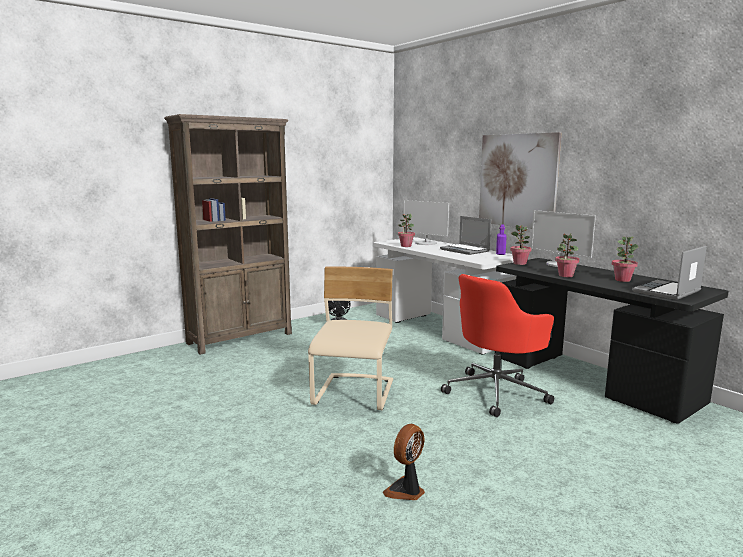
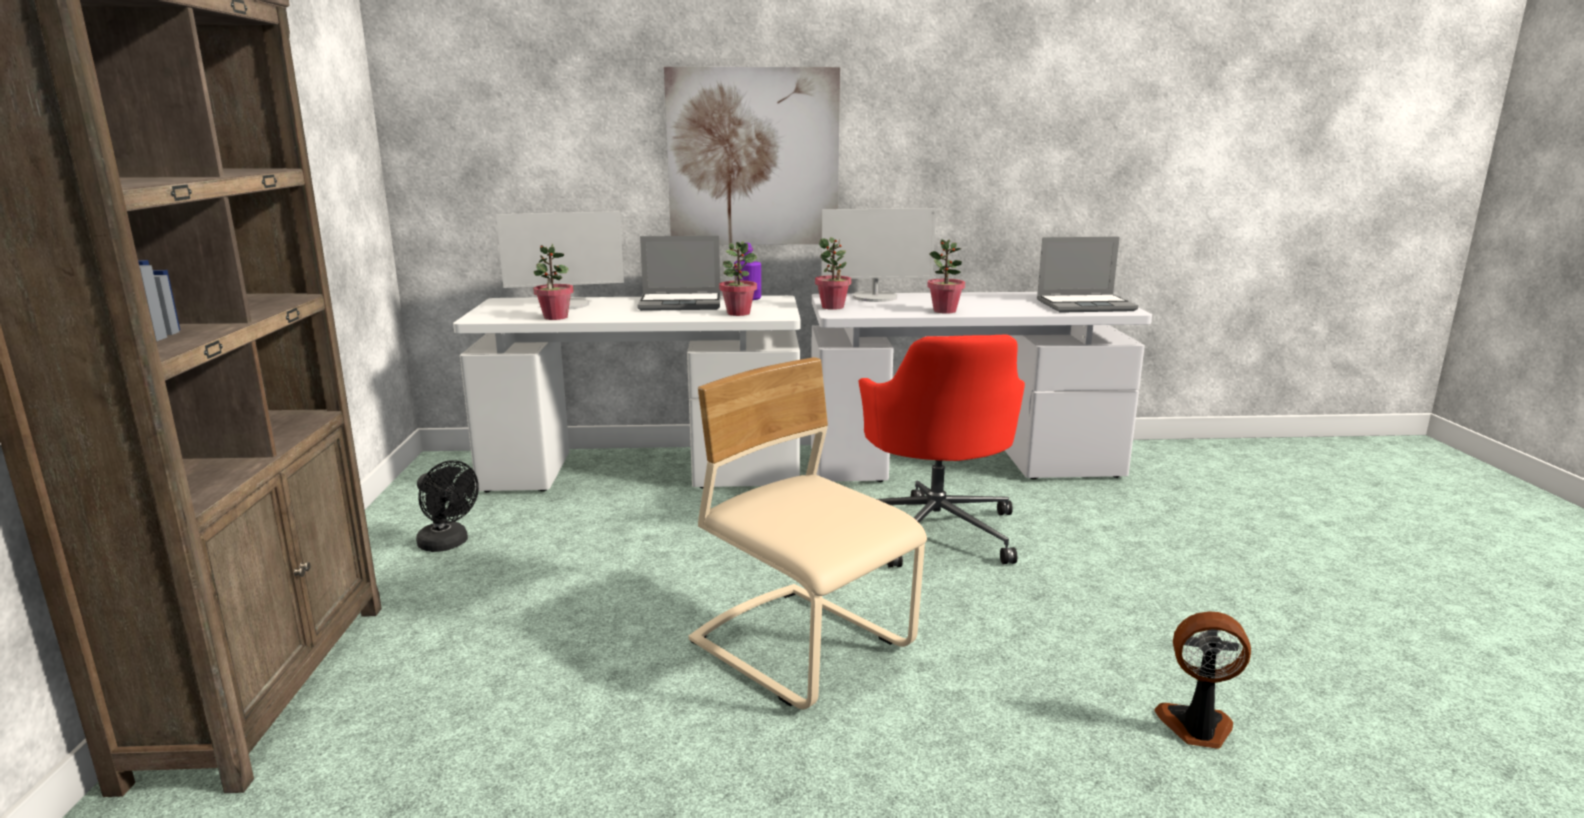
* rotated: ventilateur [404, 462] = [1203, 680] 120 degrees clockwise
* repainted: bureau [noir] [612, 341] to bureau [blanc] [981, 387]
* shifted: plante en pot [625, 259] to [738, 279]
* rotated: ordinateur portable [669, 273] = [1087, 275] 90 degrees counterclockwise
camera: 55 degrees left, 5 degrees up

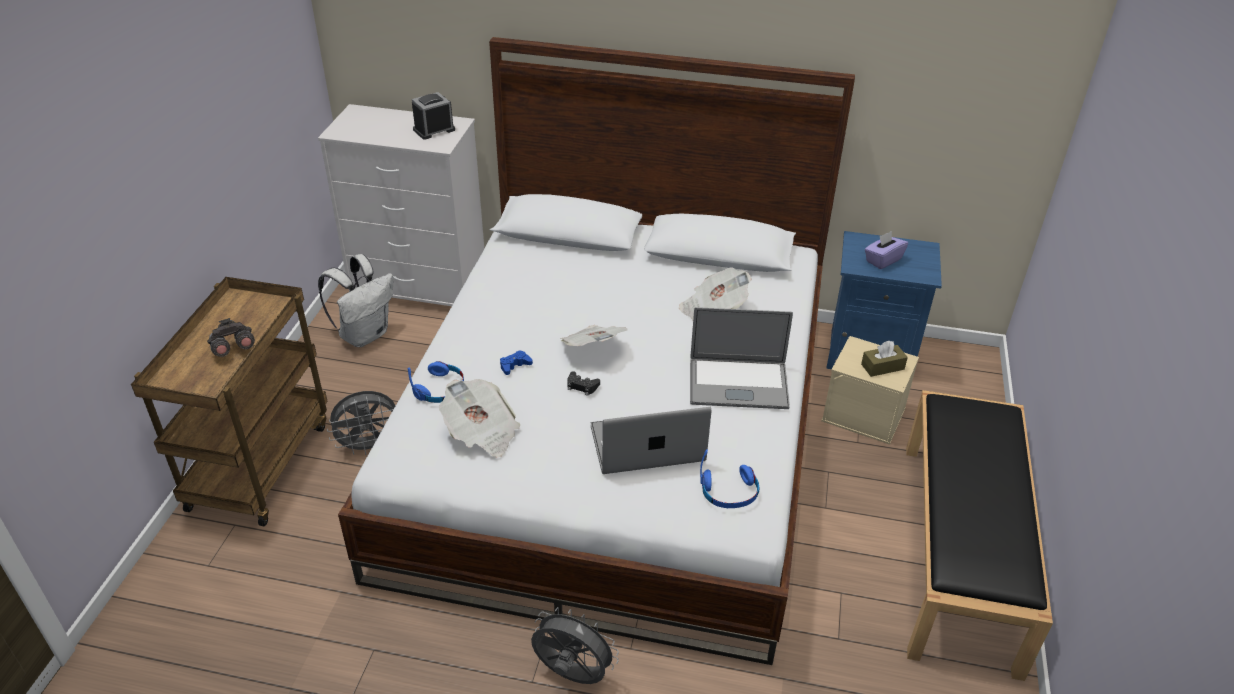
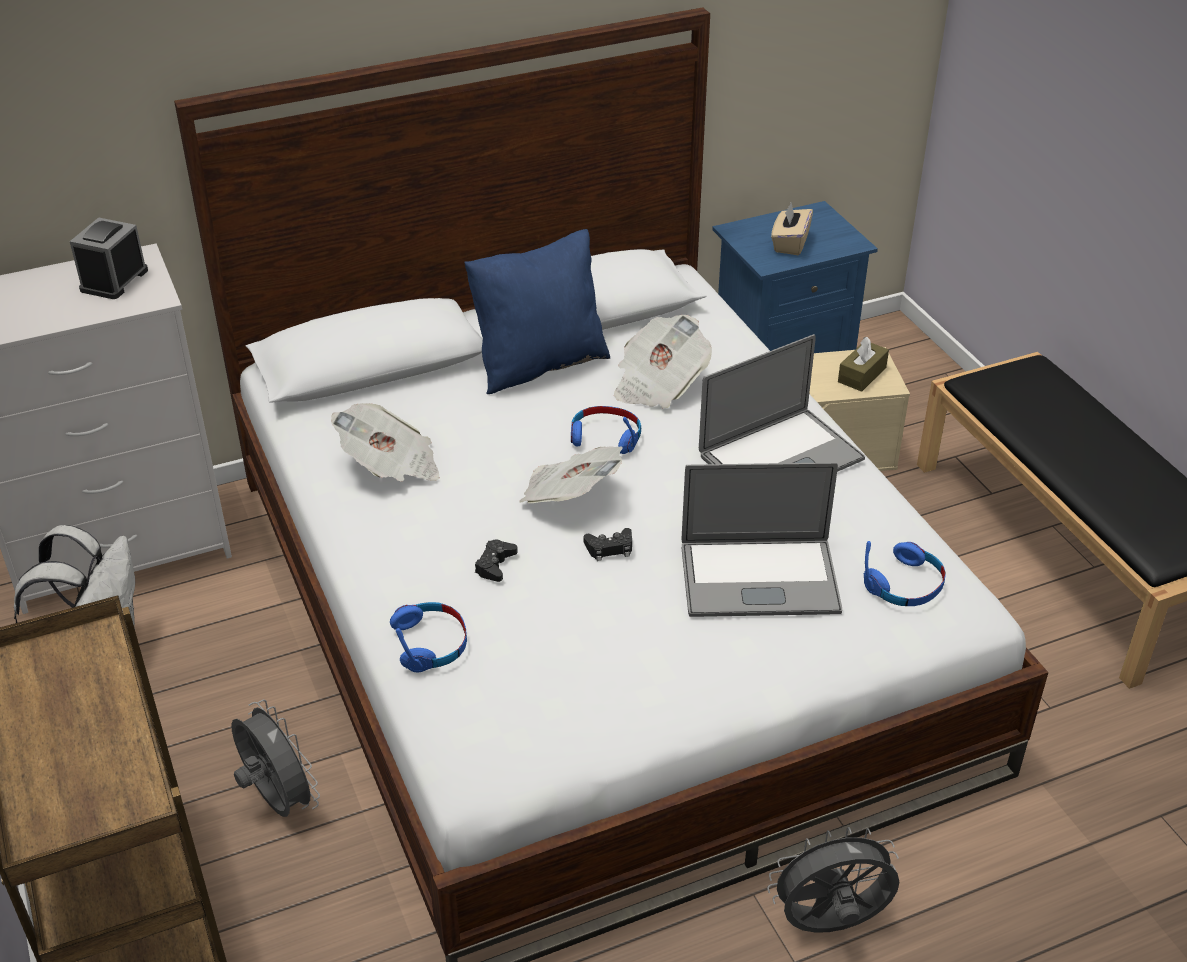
* gone: jumelles [gris] [231, 337]
* rotated: ventilateur [gris] [361, 423] = [275, 758] 75 degrees counterclockwise
* shifted: journal [479, 418] to [385, 442]
* repainted: manette [bleu] [516, 362] to manette [noir] [496, 560]
* rotated: ordinateur portable [651, 440] = [761, 539] 135 degrees counterclockwise
* repainted: boîte à mouchoirs [violet] [886, 250] to boîte à mouchoirs [beige] [792, 228]
* new: coussin [bleu] [537, 311]
* new: casque audio [bleu] [606, 430]
camera: 35 degrees left, 0 degrees up

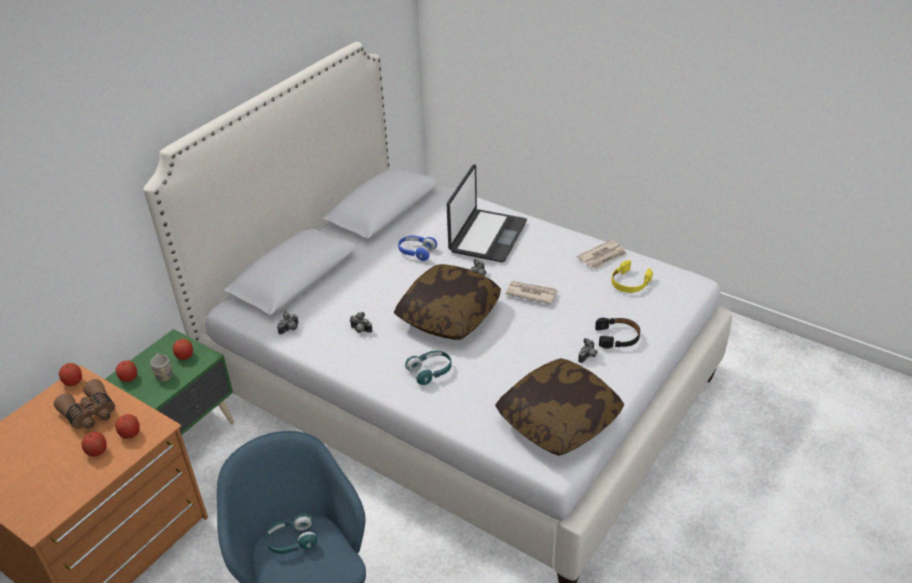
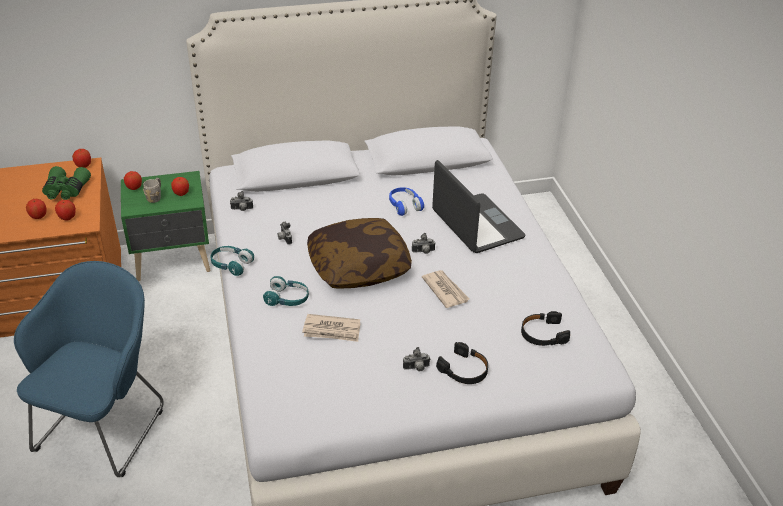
* repainted: jumelles [marron] [84, 404] to jumelles [vert] [66, 183]
* shifted: casque audio [turquoise] [292, 533] to [232, 261]
* rotated: ordinateur portable [486, 213] = [479, 206] 90 degrees counterclockwise
* gone: coussin [560, 407]
* shifted: journal [602, 254] to [331, 328]
* repainted: casque audio [jaune] [632, 276] to casque audio [noir] [545, 328]
camera: 40 degrees right, 0 degrees up

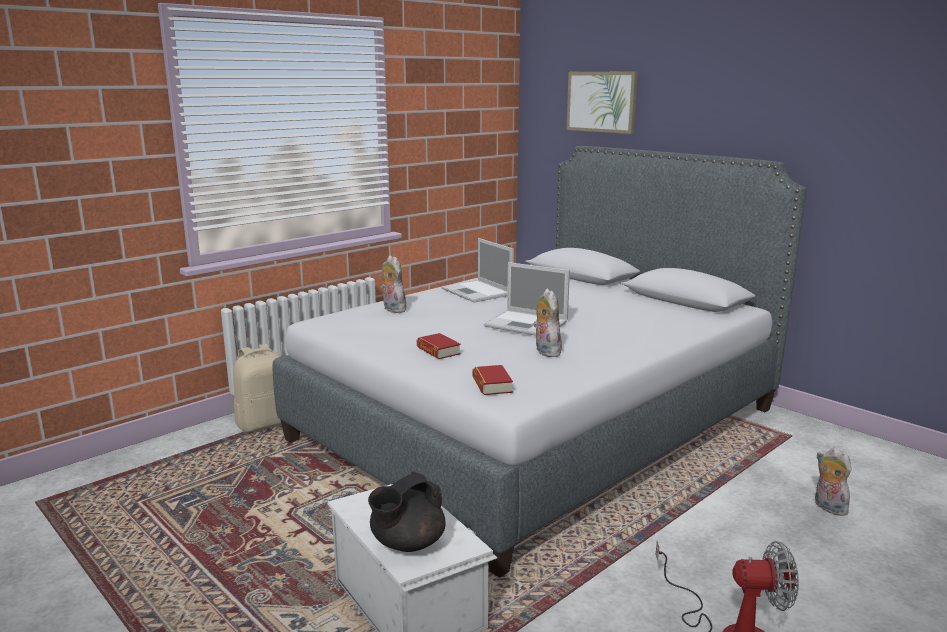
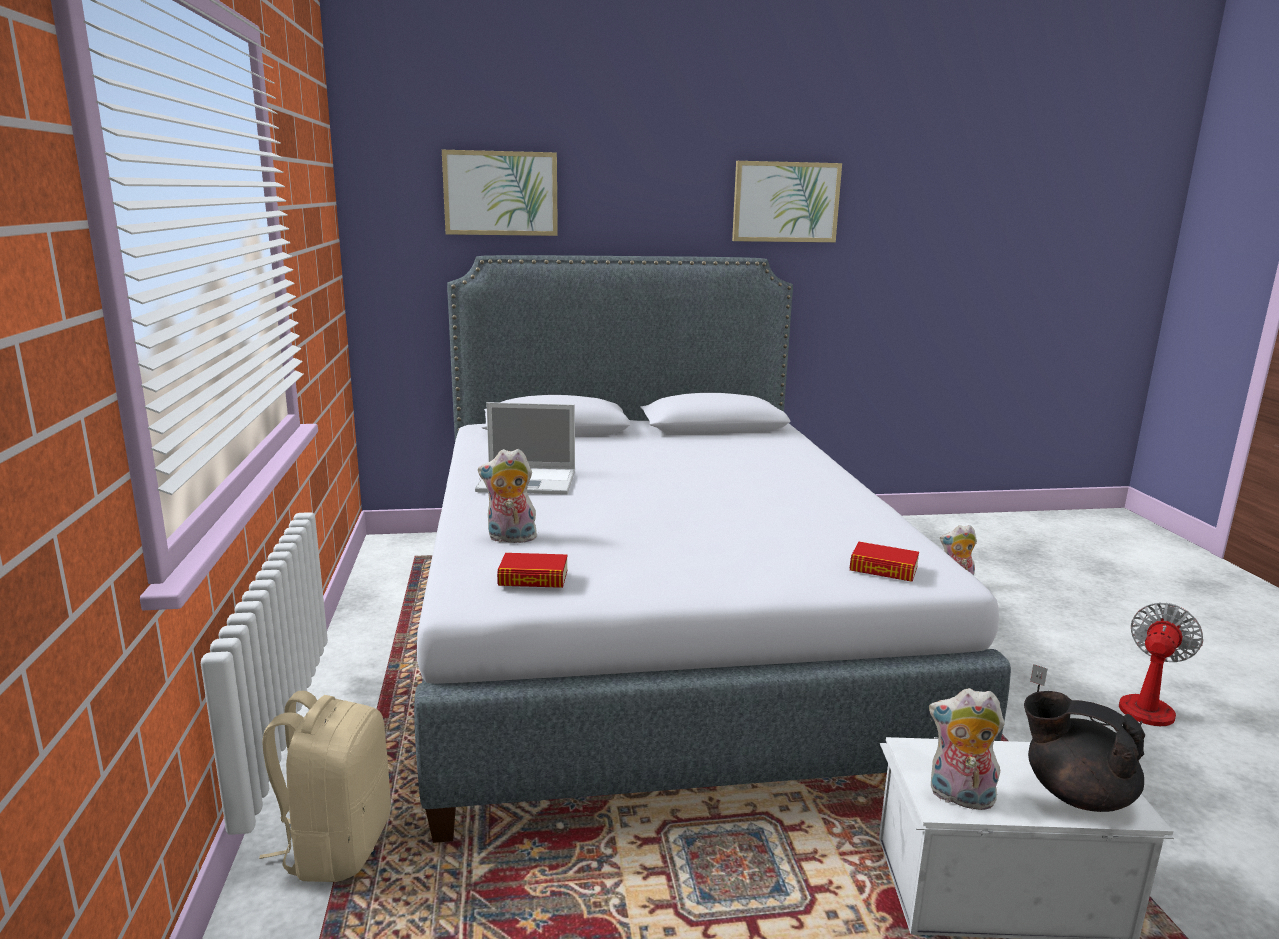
* rotated: théière [noir] [407, 512] = [1084, 751] 135 degrees clockwise
* shifted: livre [439, 346] to [532, 570]
* gone: ordinateur portable [527, 299]
* shifted: peluche [547, 323] to [967, 750]
* new: tableau [787, 201]
camera: 55 degrees left, 0 degrees up

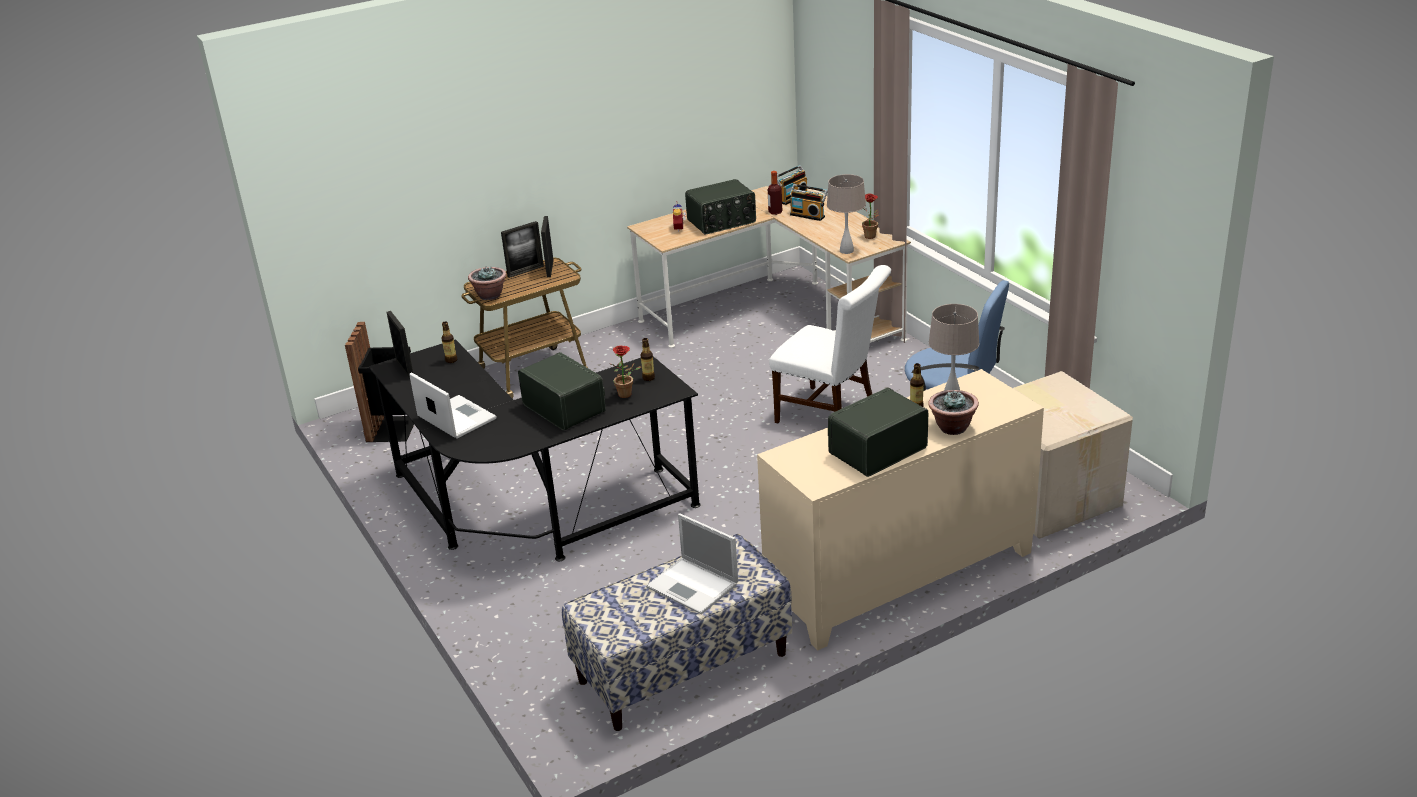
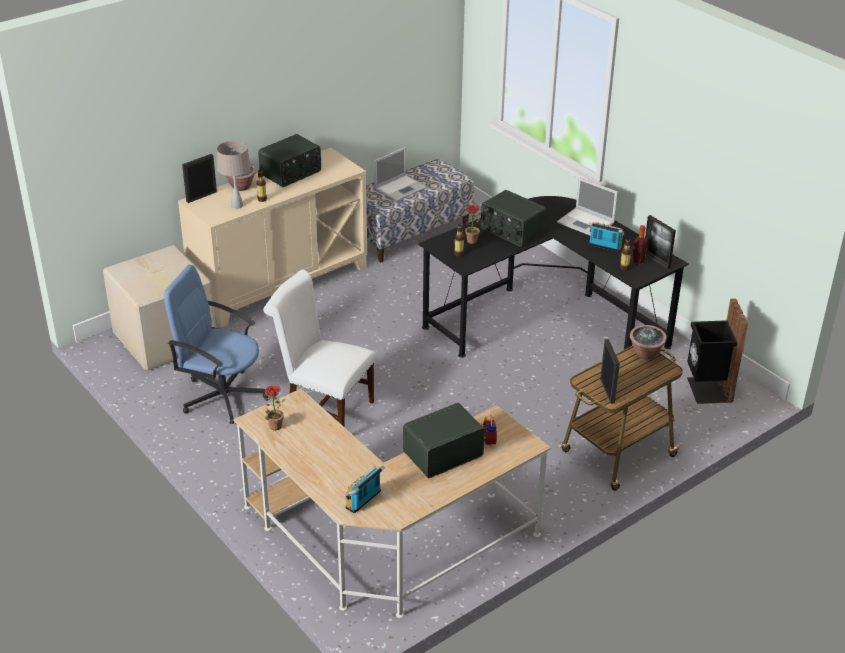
* shifted: cadre photo [522, 249] to [199, 178]
* rotated: ordinateur portable [692, 563] = [400, 174] 105 degrees clockwise
* shifted: bouteille [775, 193] to [639, 245]
* shifted: radio [809, 202] to [606, 237]
* gone: lampe de table [beige] [846, 214]
camera: 170 degrees right, 5 degrees up

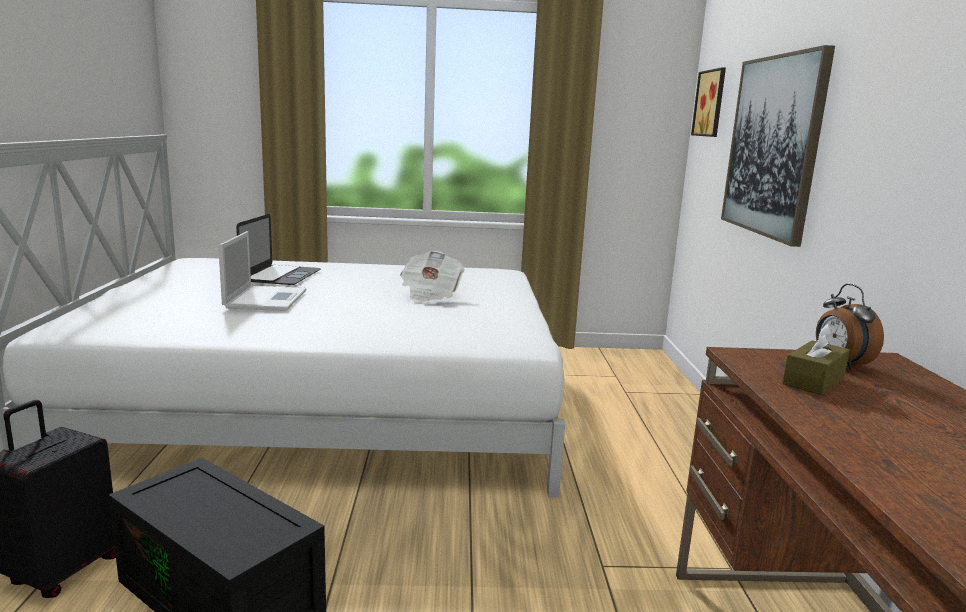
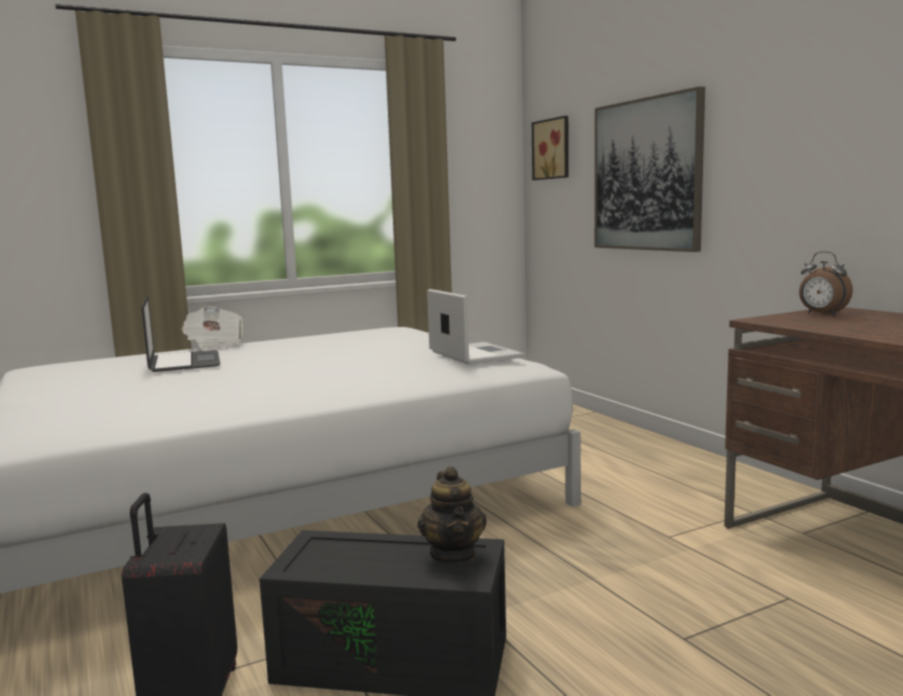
* shifted: ordinateur portable [262, 271] to [476, 327]
* shifted: journal [432, 276] to [212, 329]
* gone: boîte à mouchoirs [marron] [816, 359]
* new: théière [452, 515]
camera: 25 degrees left, 5 degrees down

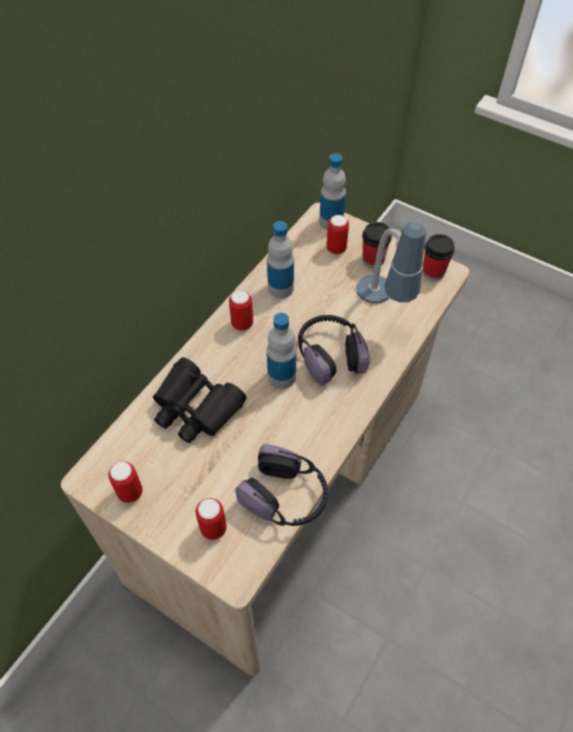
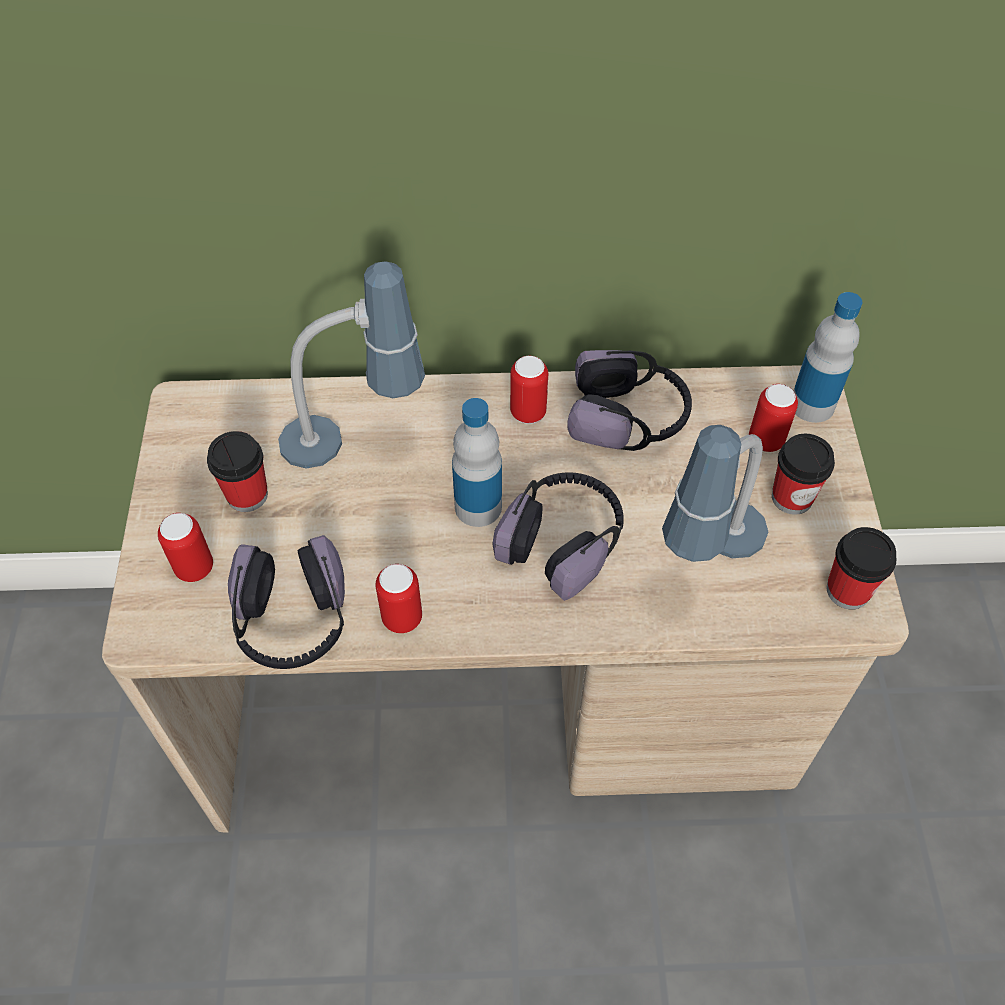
* shifted: boîte métallique [125, 482] to [399, 598]
* swapped: jumelles [noir] [200, 400] to lampe de table [351, 365]
* swapped: bouteille [280, 259] to casque audio [629, 400]
* new: tasse [237, 471]
camera: 55 degrees right, 0 degrees up

